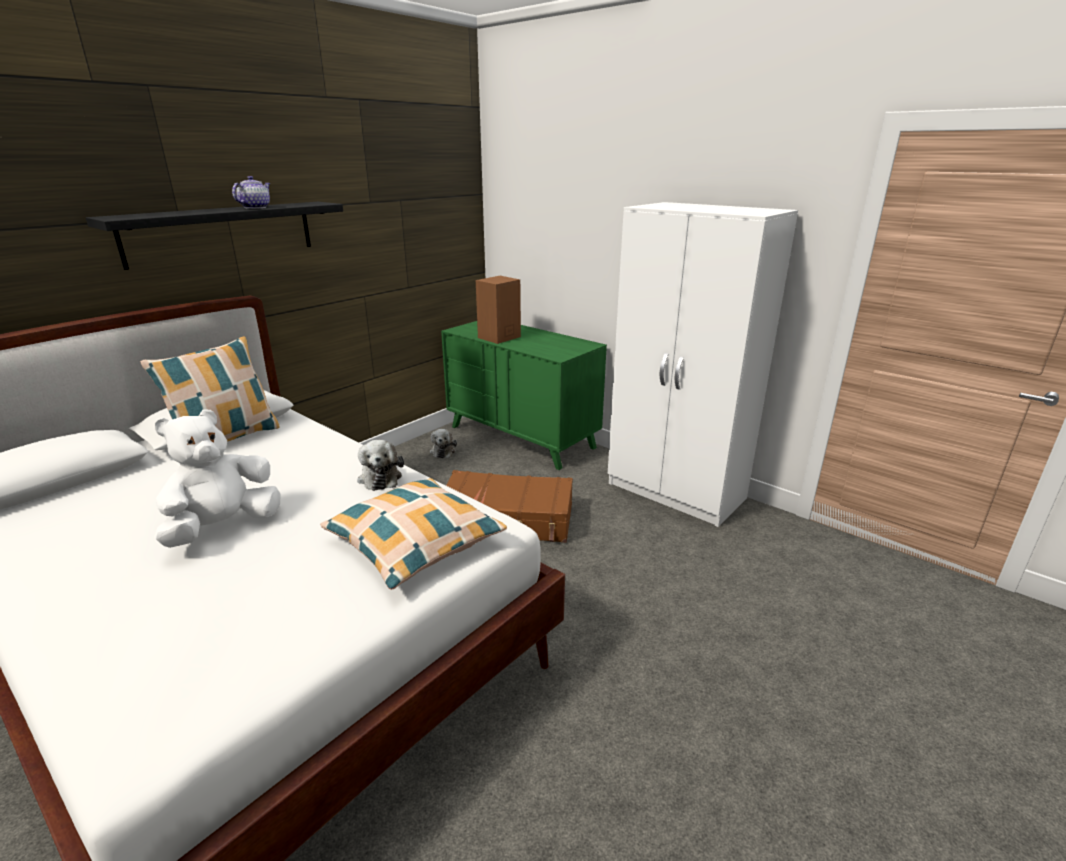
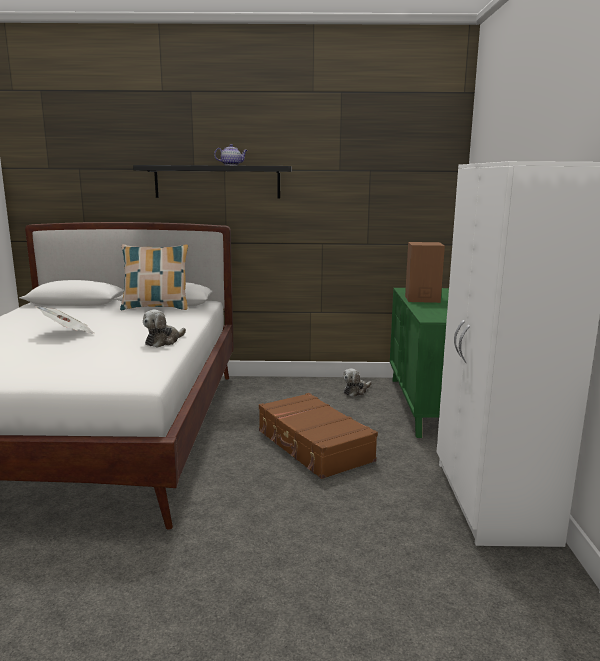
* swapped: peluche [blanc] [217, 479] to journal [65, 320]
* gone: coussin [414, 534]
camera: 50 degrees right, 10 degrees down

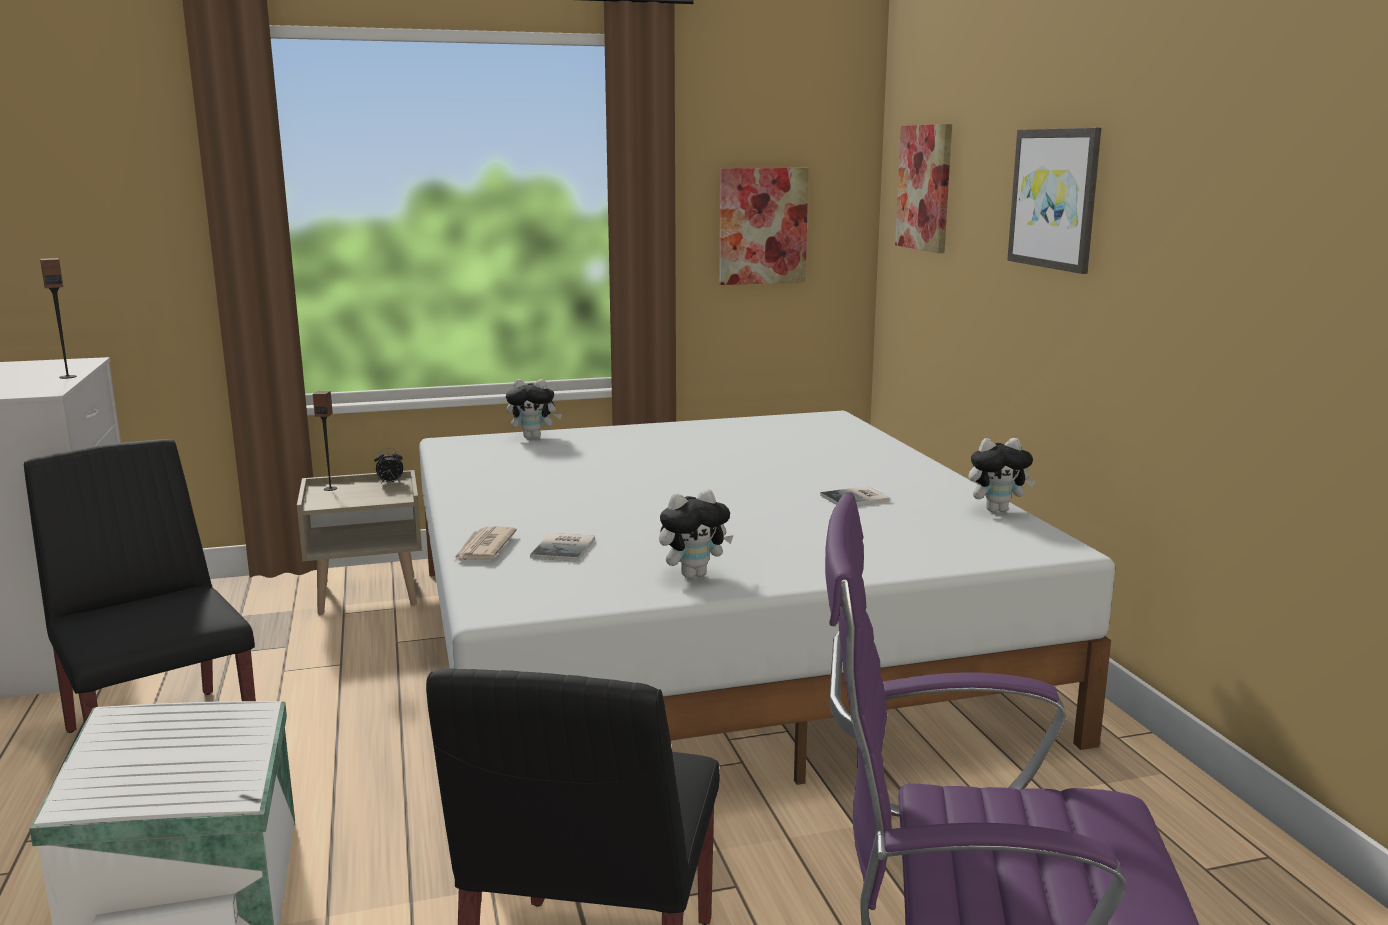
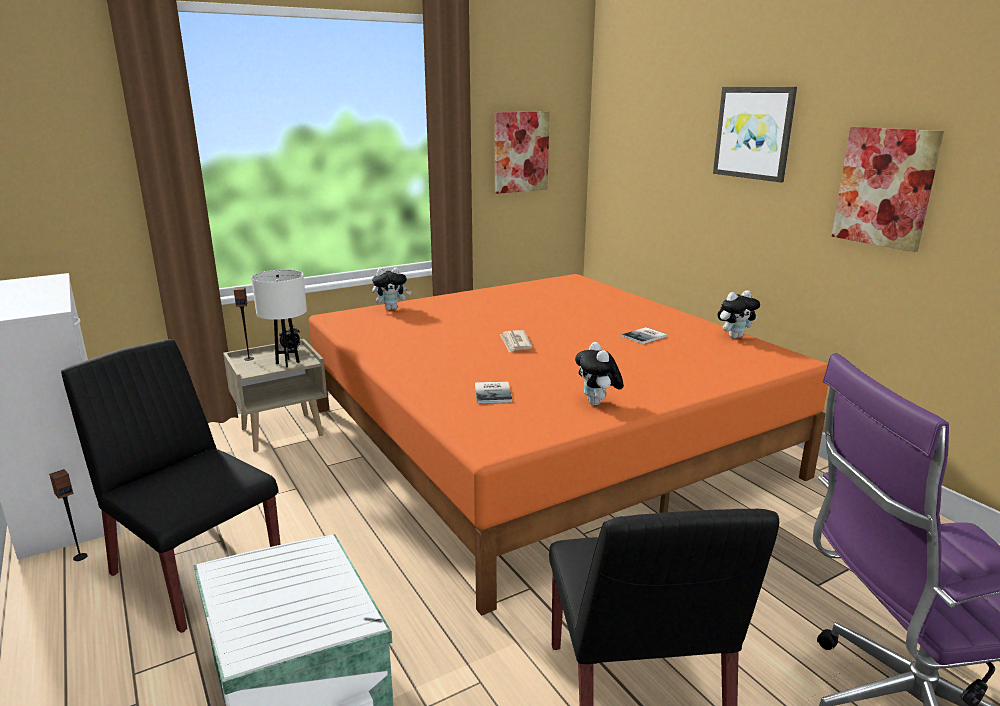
* shifted: enceinte [58, 318] to [68, 515]
* repainted: lit [blanc] [767, 598] to lit [orange] [568, 445]
* shifted: journal [485, 544] to [516, 341]
* rotated: peluche [696, 533] = [599, 373] 120 degrees clockwise
* shifted: tableau [923, 188] to [888, 189]
* new: lampe de table [blanc] [279, 318]
camera: 15 degrees left, 5 degrees up

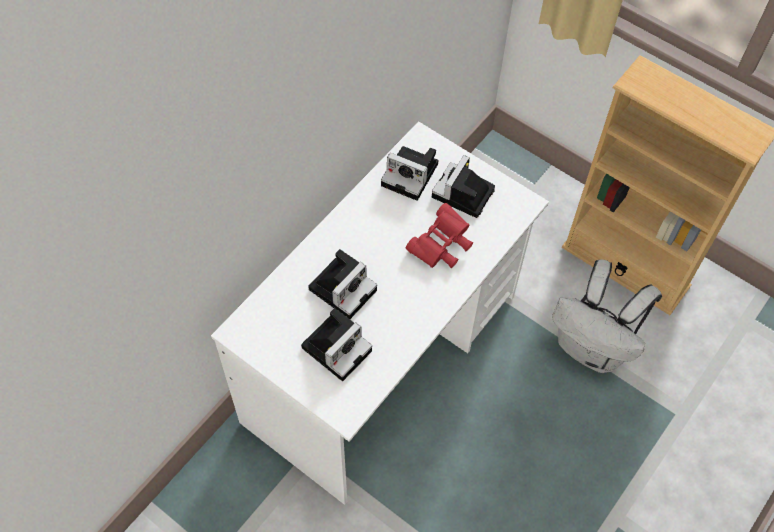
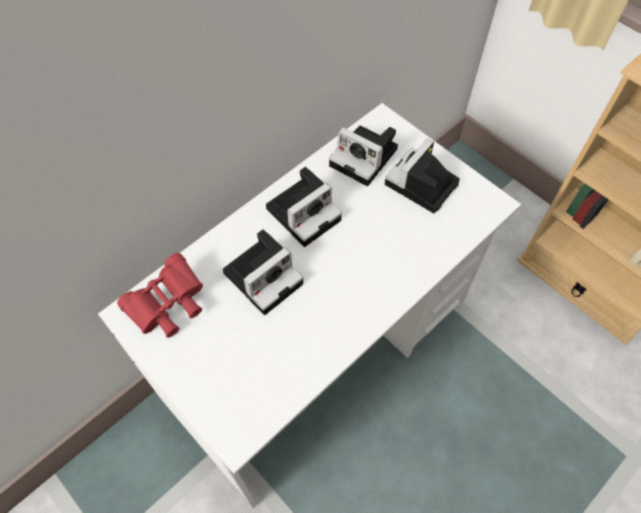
* shifted: appareil photo [336, 344] to [304, 207]
* shifted: jumelles [rouge] [439, 235] to [160, 295]
* gone: sac à dos [blanc] [607, 316]
camera: 10 degrees right, 0 degrees up

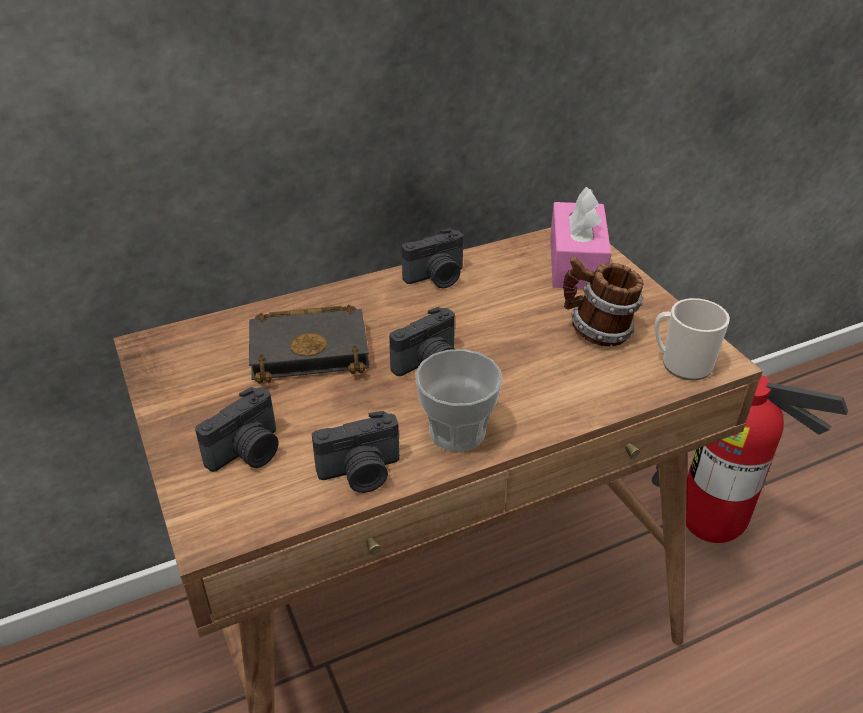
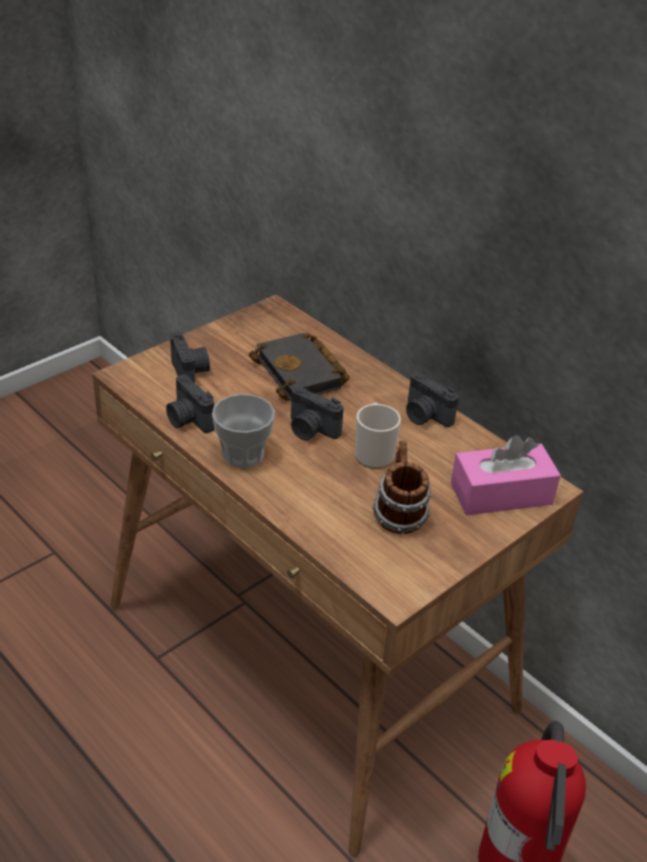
* rotated: appareil photo [236, 429] = [189, 357] 135 degrees counterclockwise
* shifted: mug [692, 339] to [378, 436]
camera: 70 degrees right, 0 degrees up

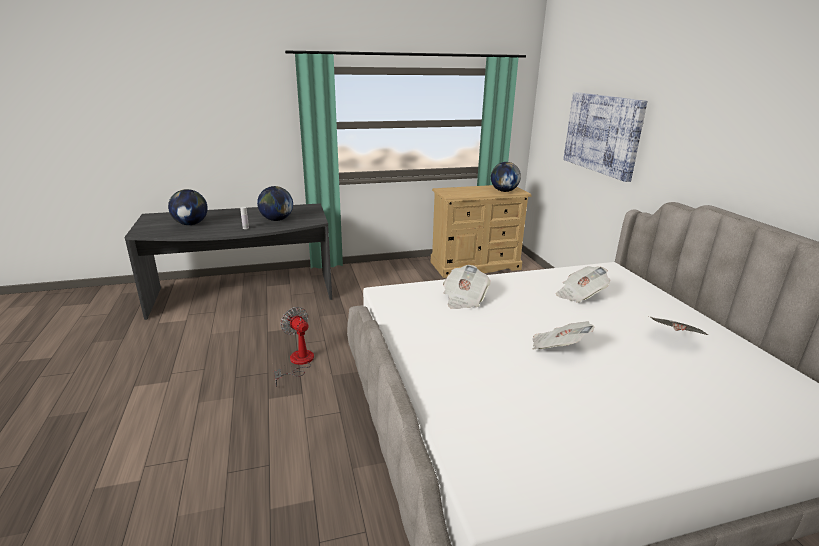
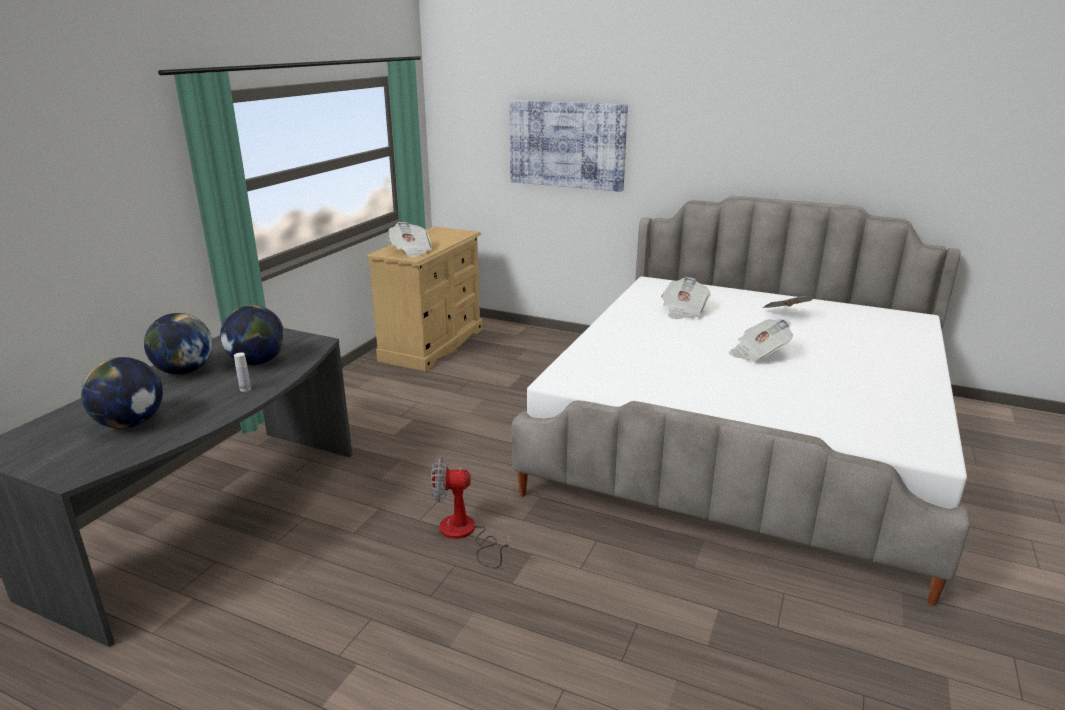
* shifted: journal [466, 287] to [410, 239]
* shifted: globe [506, 177] to [178, 344]
camera: 50 degrees left, 0 degrees up

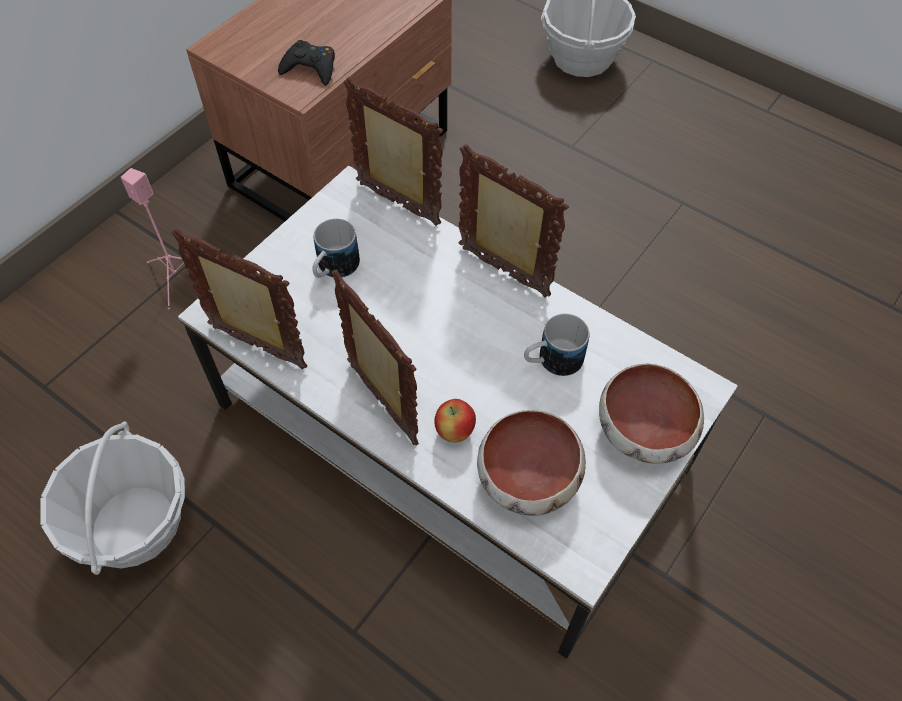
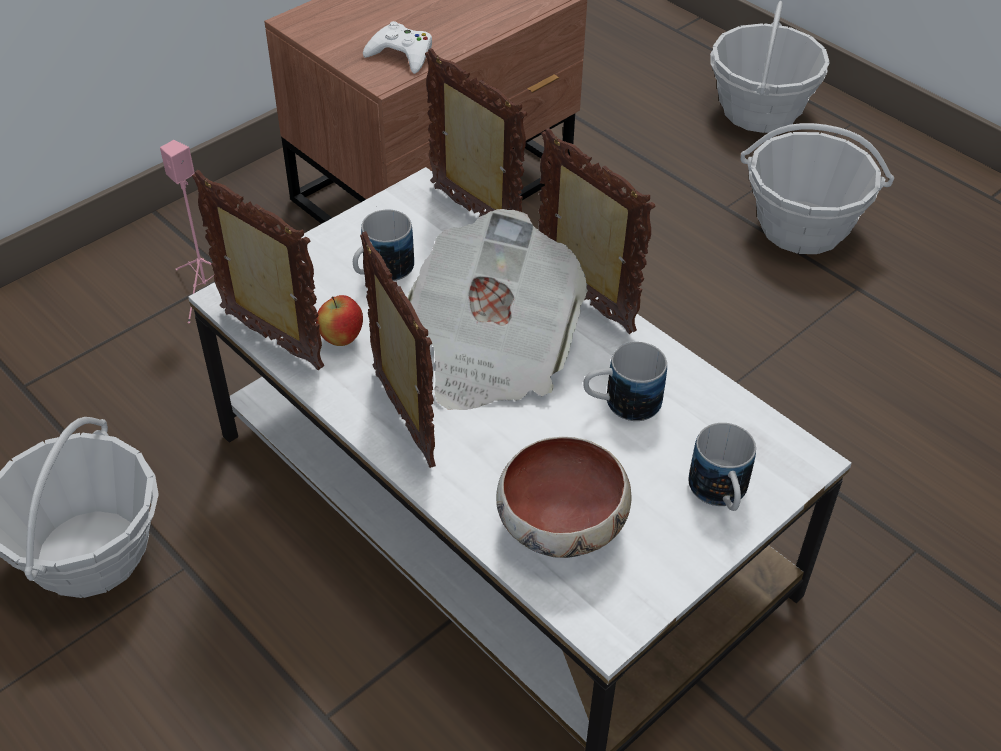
* repainted: manette [noir] [306, 63] to manette [blanc] [397, 47]
* shifted: pomme [455, 420] to [339, 320]
* swapped: bol [651, 414] to mug [722, 467]
* new: journal [498, 309]
* new: panier [817, 188]
camera: 10 degrees right, 10 degrees down

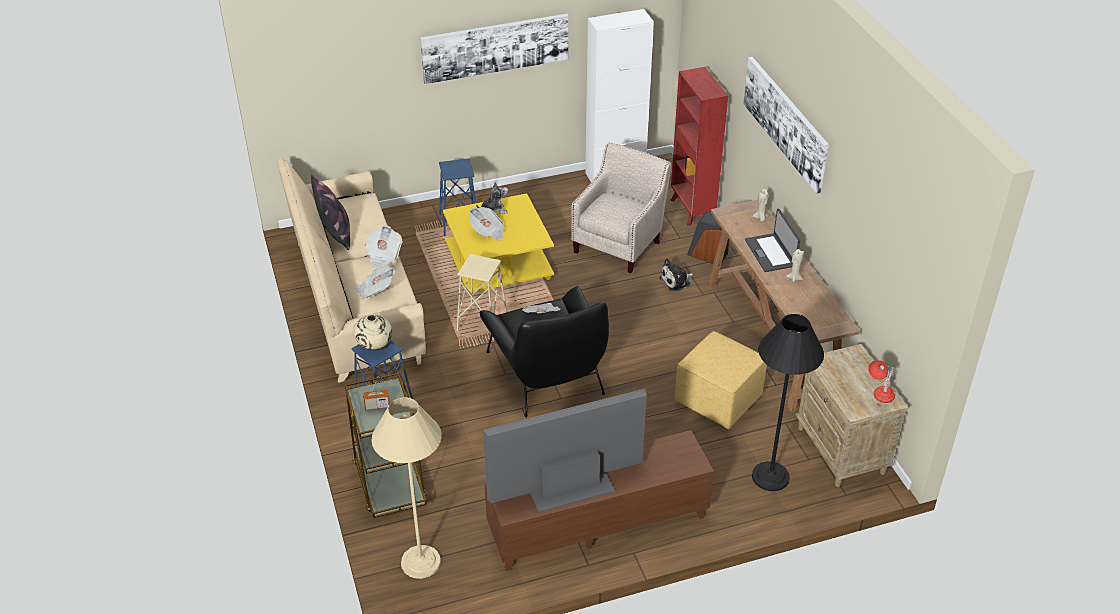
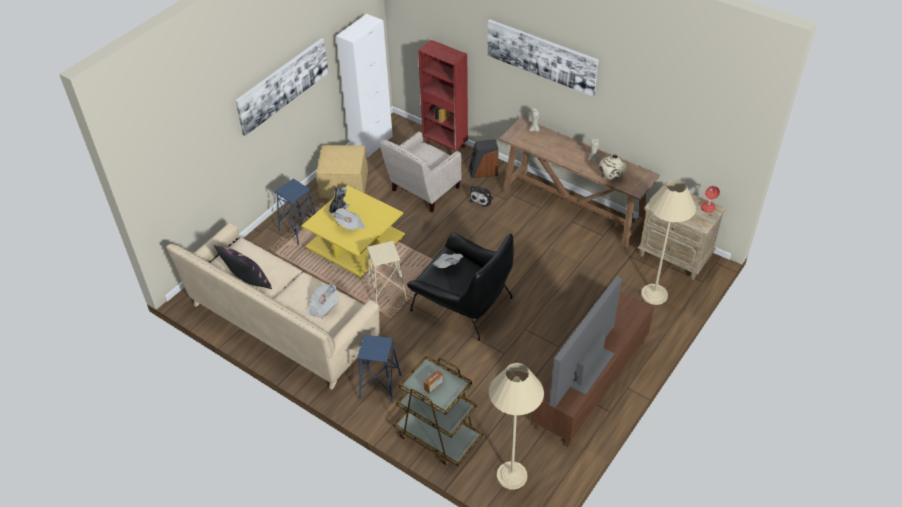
* shifted: vase [beige] [372, 332] to [613, 167]
* gone: journal [383, 246]
* rotated: fauteuil [beige] [621, 207] = [421, 171] 135 degrees counterclockwise
* shifted: pouf [jaune] [720, 380] to [342, 172]
* gone: ordinateur portable [772, 240]
* repainted: lampadaire [noir] [788, 402] to lampadaire [beige] [668, 242]
camera: 35 degrees left, 5 degrees up

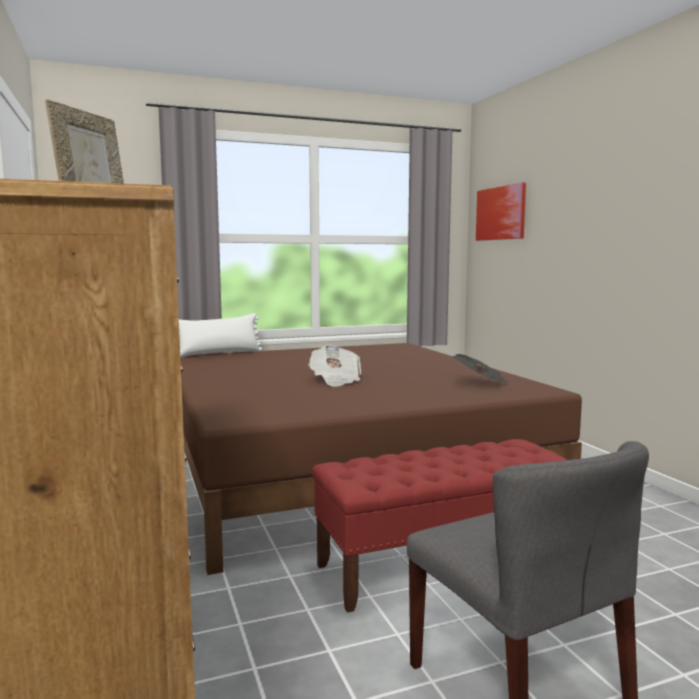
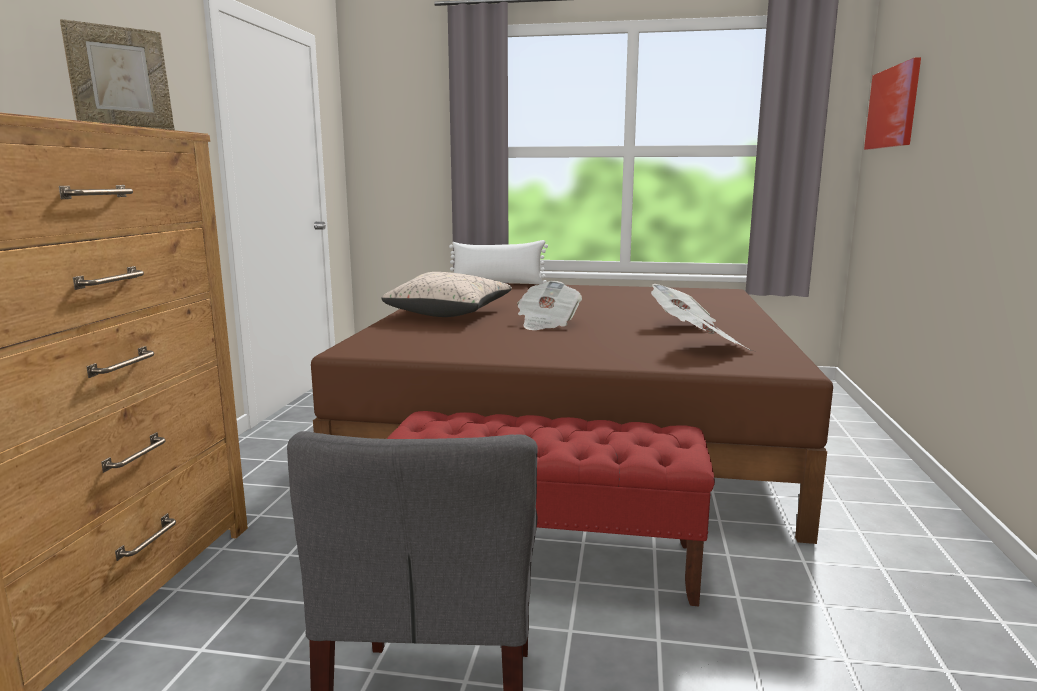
* new: coussin [beige] [446, 294]
* new: journal [683, 307]
camera: 30 degrees right, 5 degrees up

